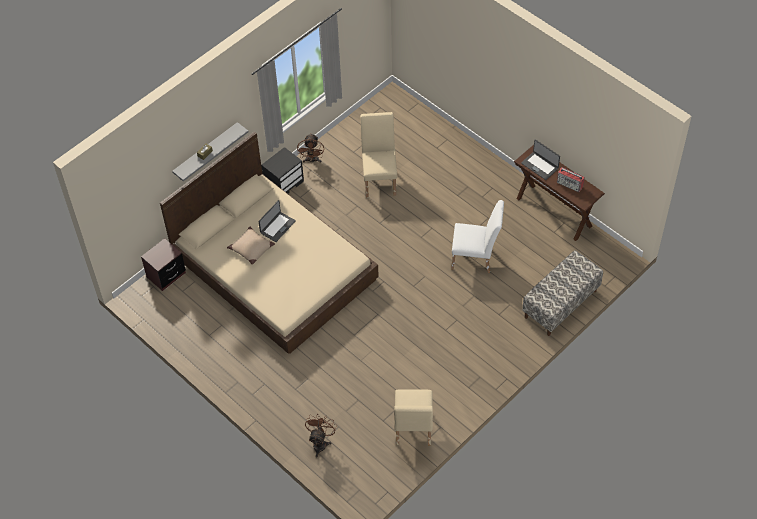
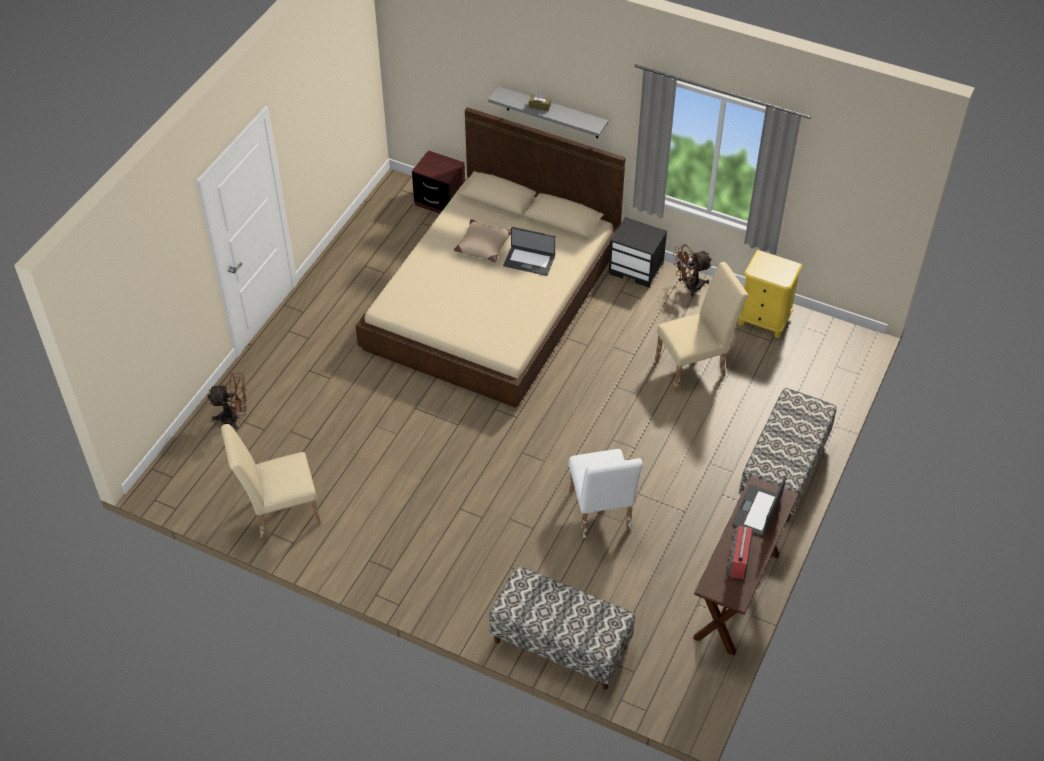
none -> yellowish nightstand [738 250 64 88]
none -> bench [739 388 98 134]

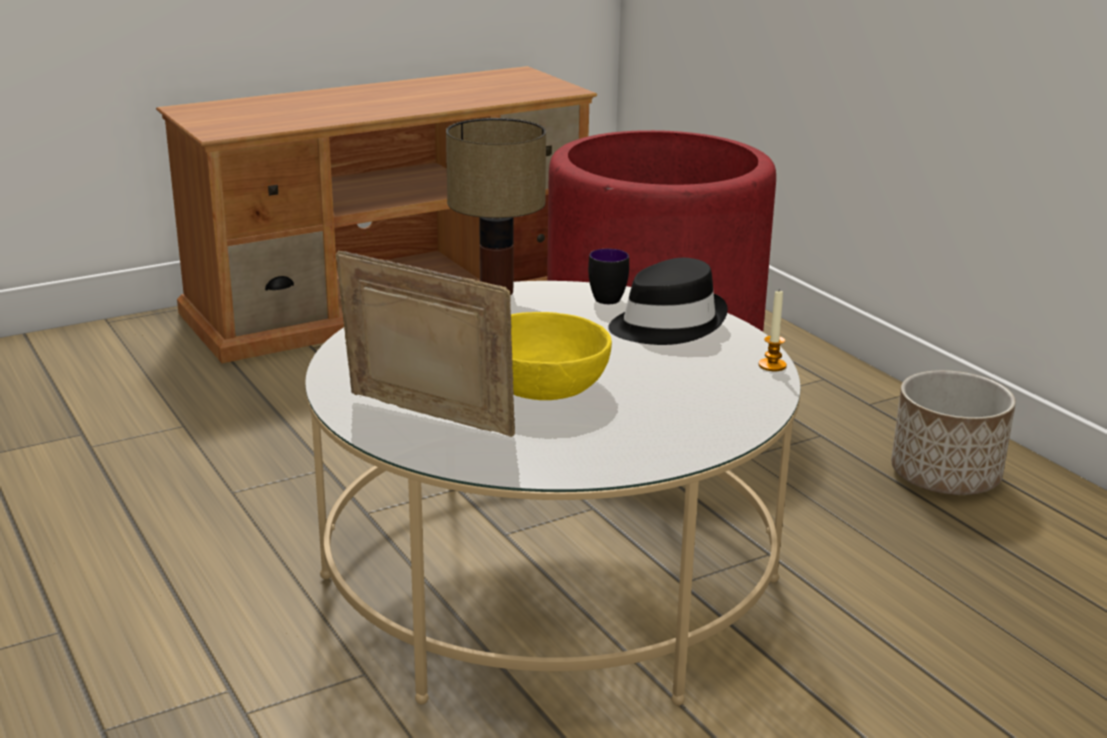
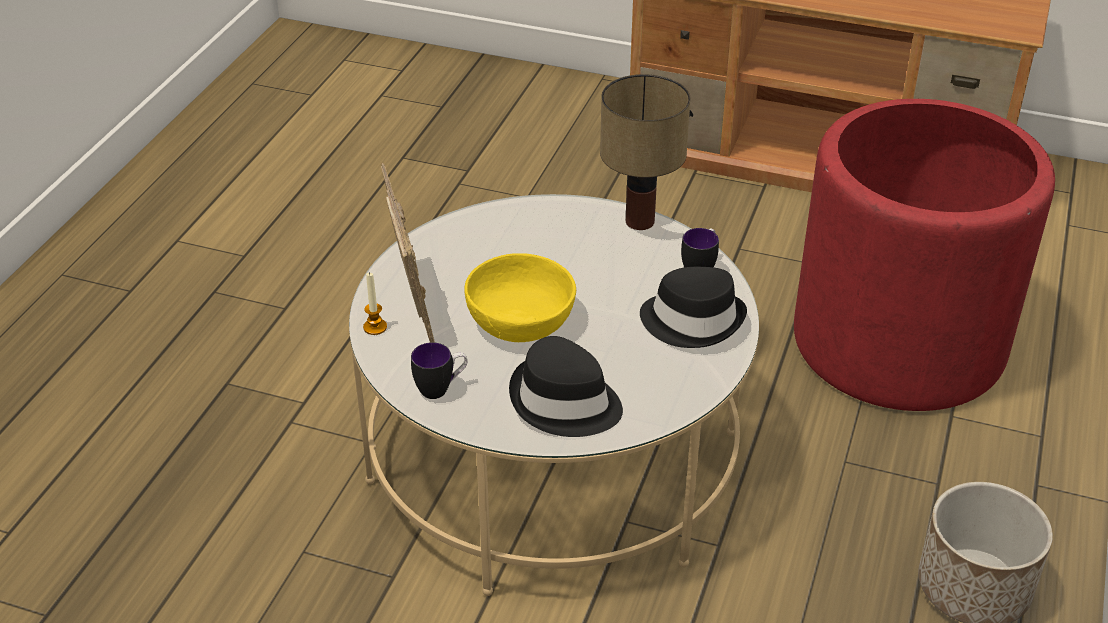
wax light [759 291 28 80] -> wax light [363 272 24 63], shifted
none -> mug [411 342 57 57]
none -> black-coloured wearable hat [509 336 114 101]

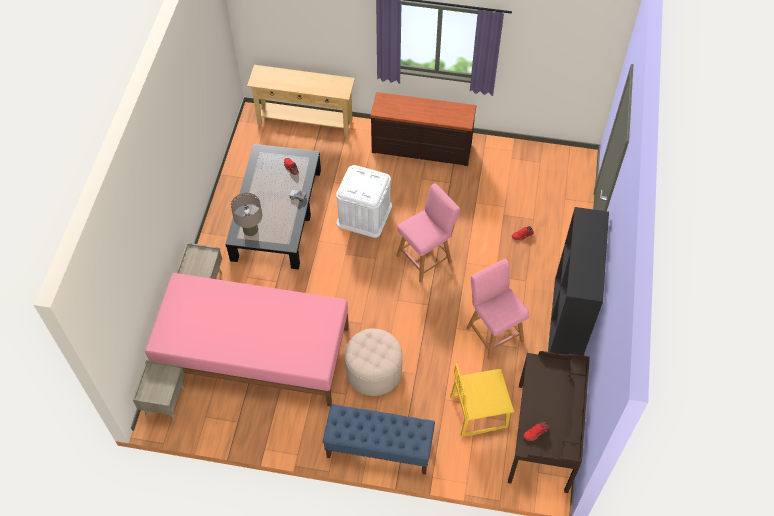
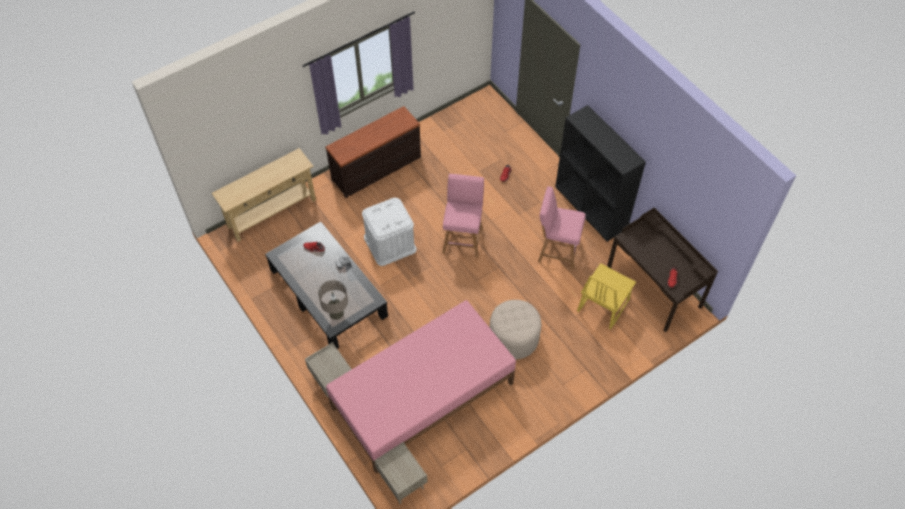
blue-coloured bench [323 404 112 71] -> none

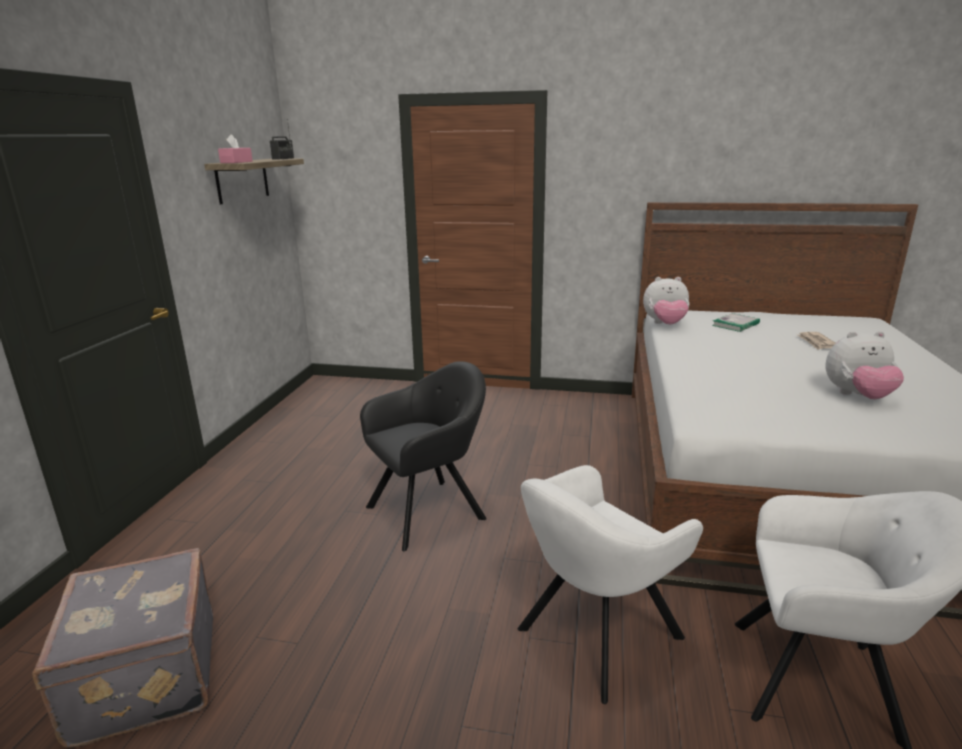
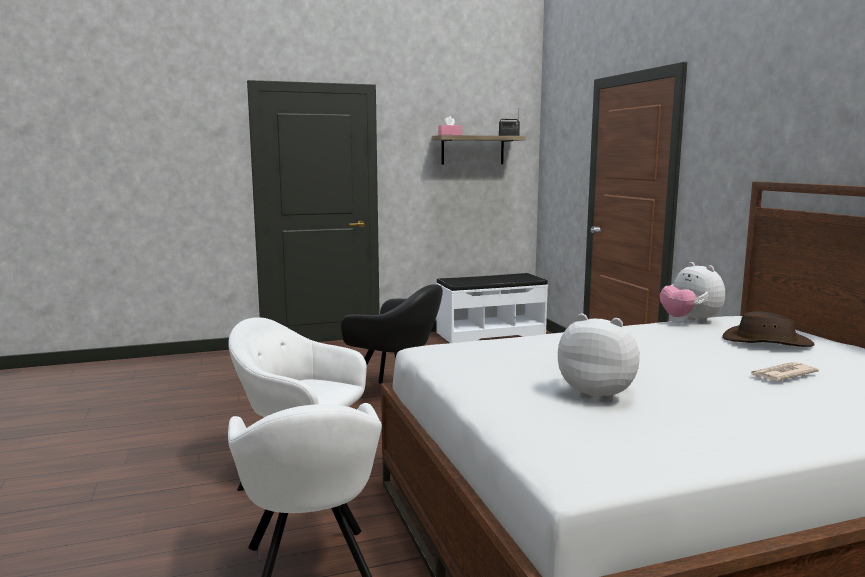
none -> whitish bench [436 273 112 70]
soft toy [825 331 79 68] -> soft toy [558 314 82 88], 150 degrees clockwise
bound book [712 313 48 19] -> brown wearable hat [722 311 93 36]
greyish piece of luggage [32 548 181 200] -> none

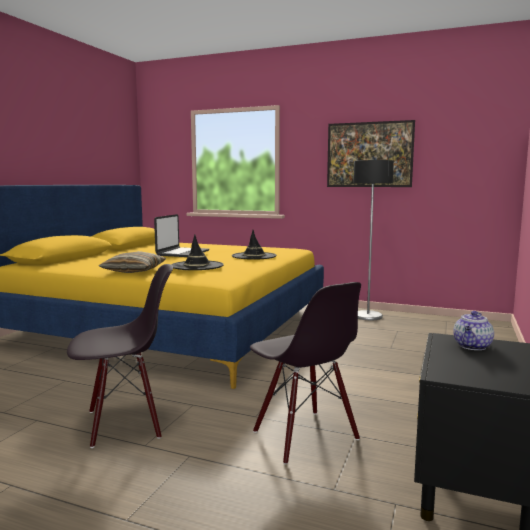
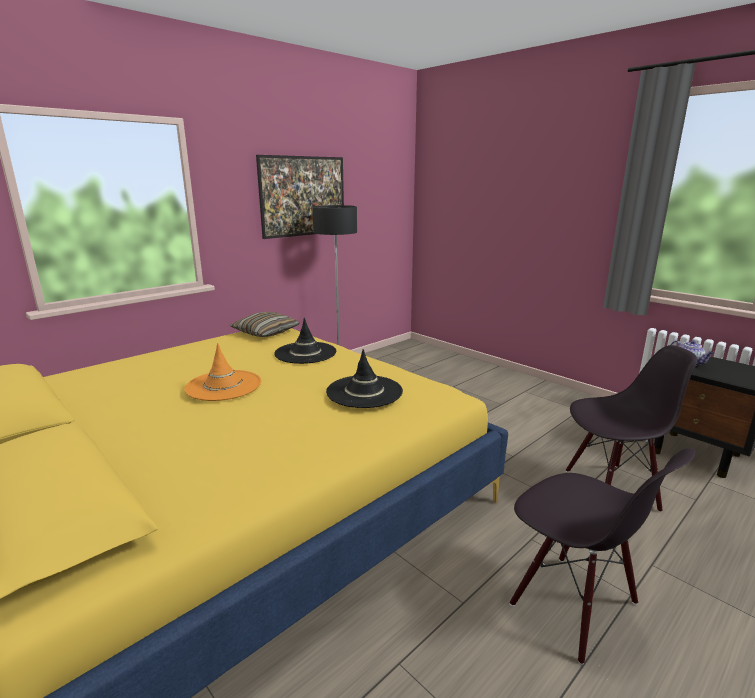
notebook computer [154 214 55 43] -> orange wearable hat [184 343 77 58]
cushion [99 251 67 22] -> cushion [230 312 70 25], shifted
black-coloured upright chair [67 264 106 184] -> black-coloured upright chair [510 448 185 217], 135 degrees clockwise

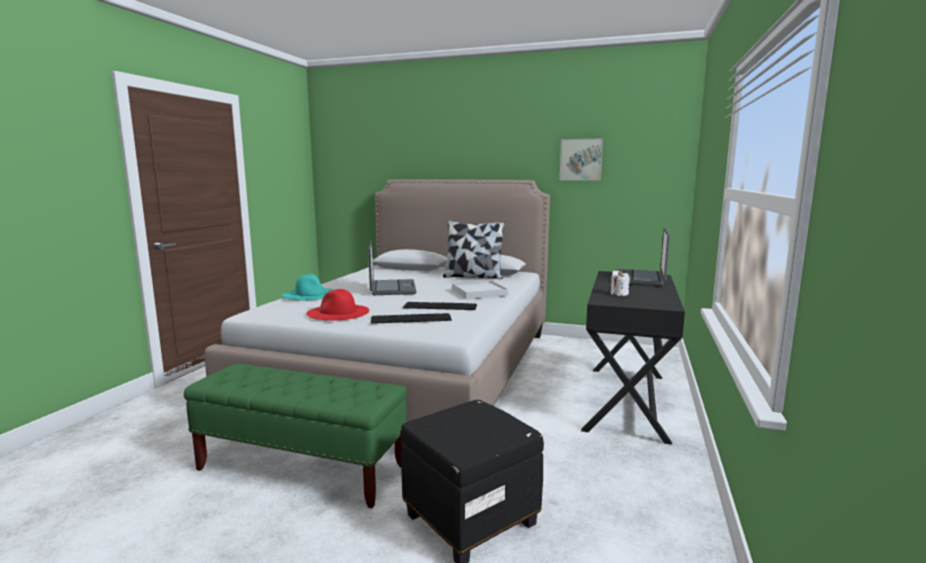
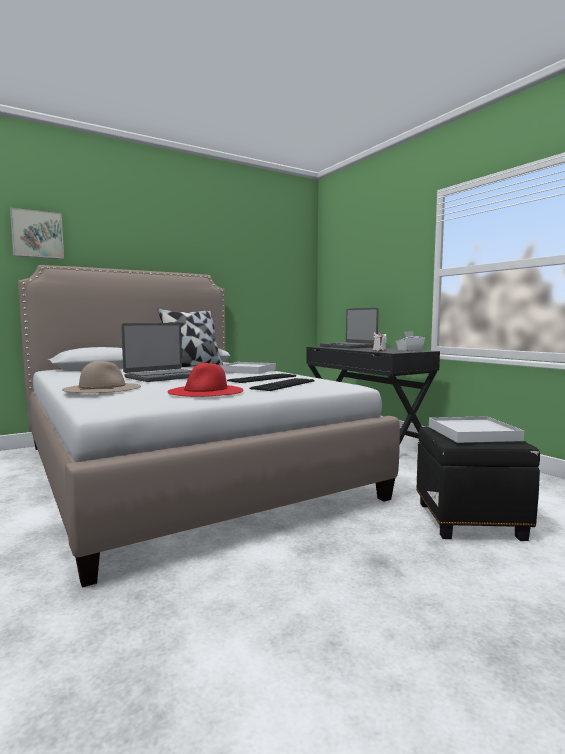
wall picture [560 138 43 42] -> wall picture [10 208 54 51], shifted
turquoise-coloured wearable hat [282 274 52 27] -> sand-coloured wearable hat [62 361 79 32]
notebook computer [368 240 48 55] -> notebook computer [121 323 71 59], 105 degrees clockwise
none -> whitish tissue holder [396 331 29 21]
none -> whitish carrying tray [429 416 95 27]
green bench [184 364 223 144] -> none

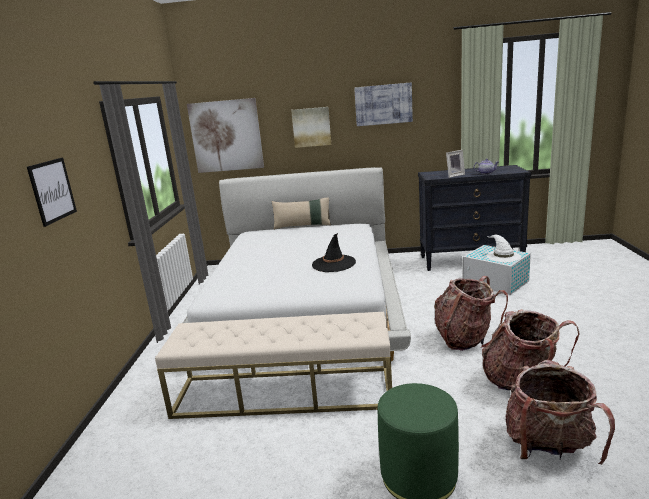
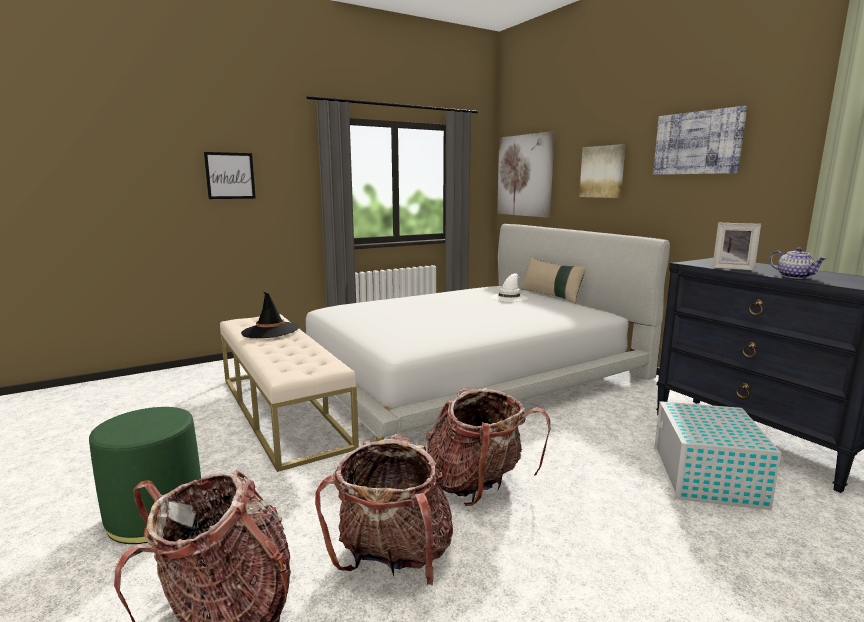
black-coloured wearable hat [312 233 44 39] -> black-coloured wearable hat [241 292 59 46], shifted
whitish wearable hat [486 235 35 27] -> whitish wearable hat [491 273 37 29], shifted

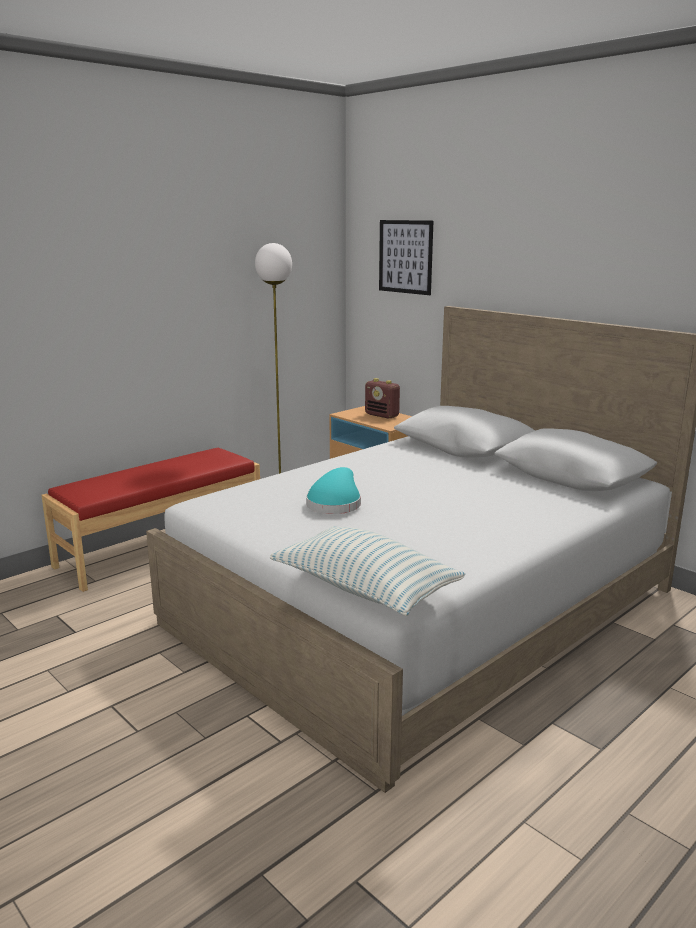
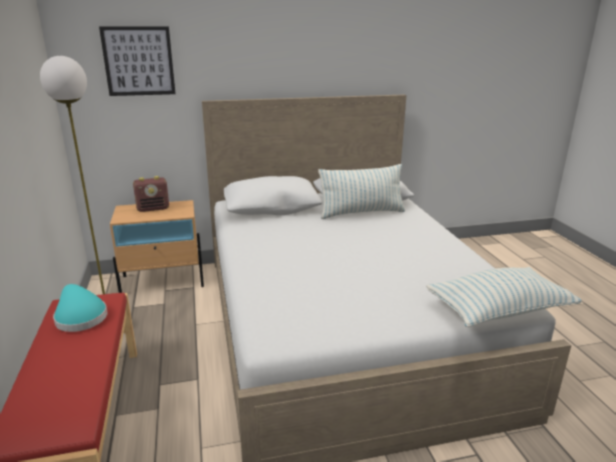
turquoise-coloured wearable hat [306 467 55 47] -> turquoise-coloured wearable hat [53 284 54 48], shifted
none -> cushion [318 164 87 55]

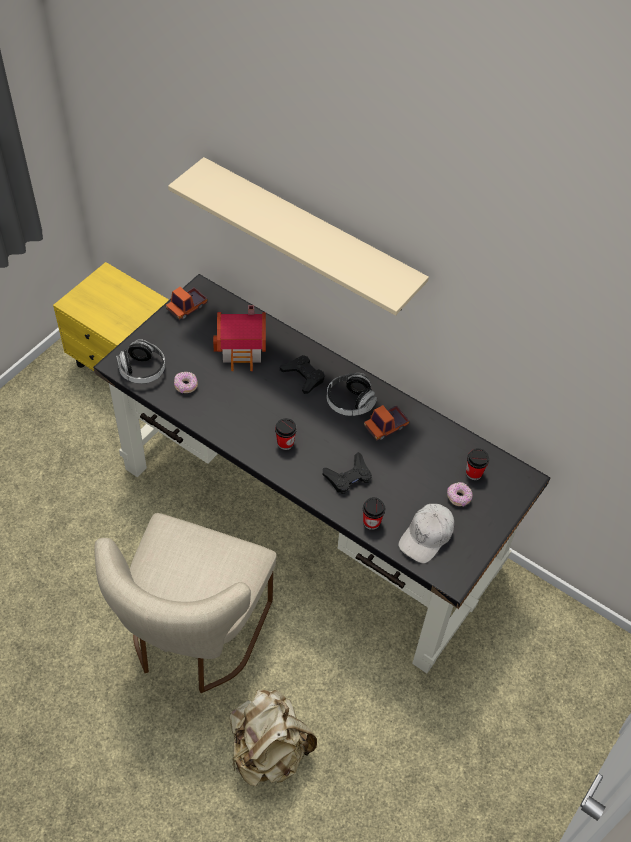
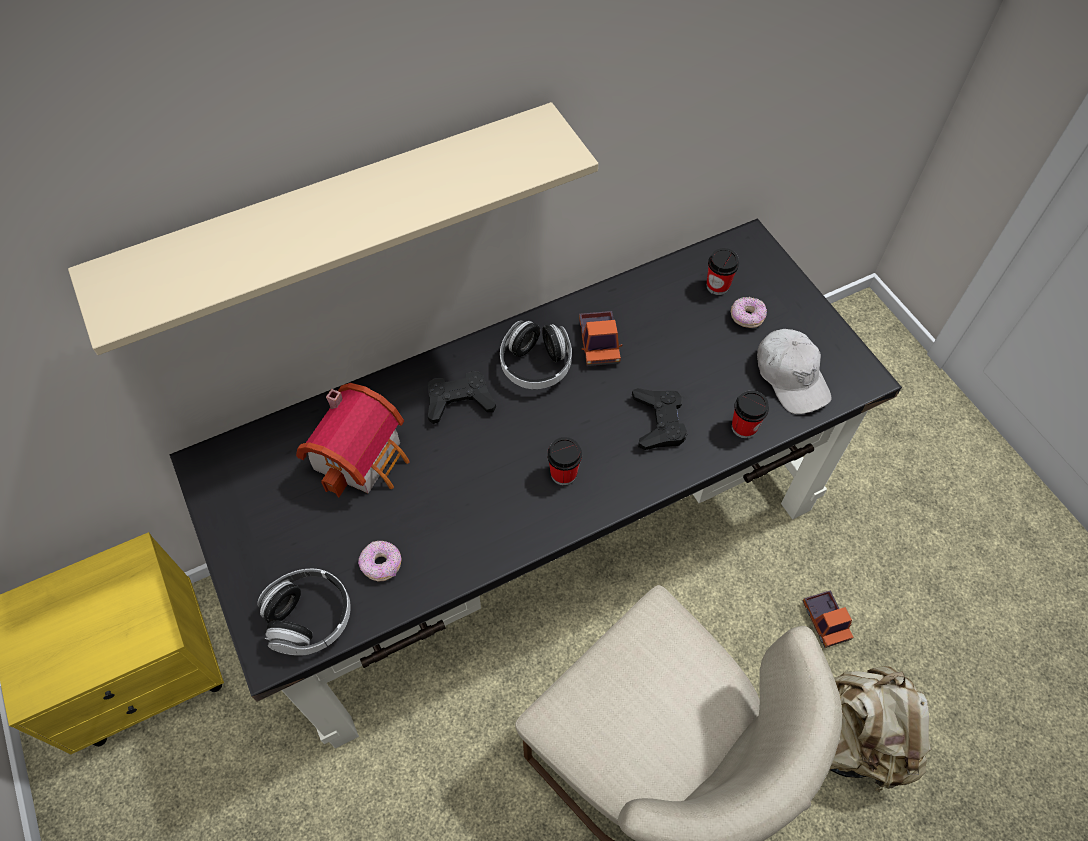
toy truck [166 287 42 33] -> toy truck [803 590 50 58], shifted

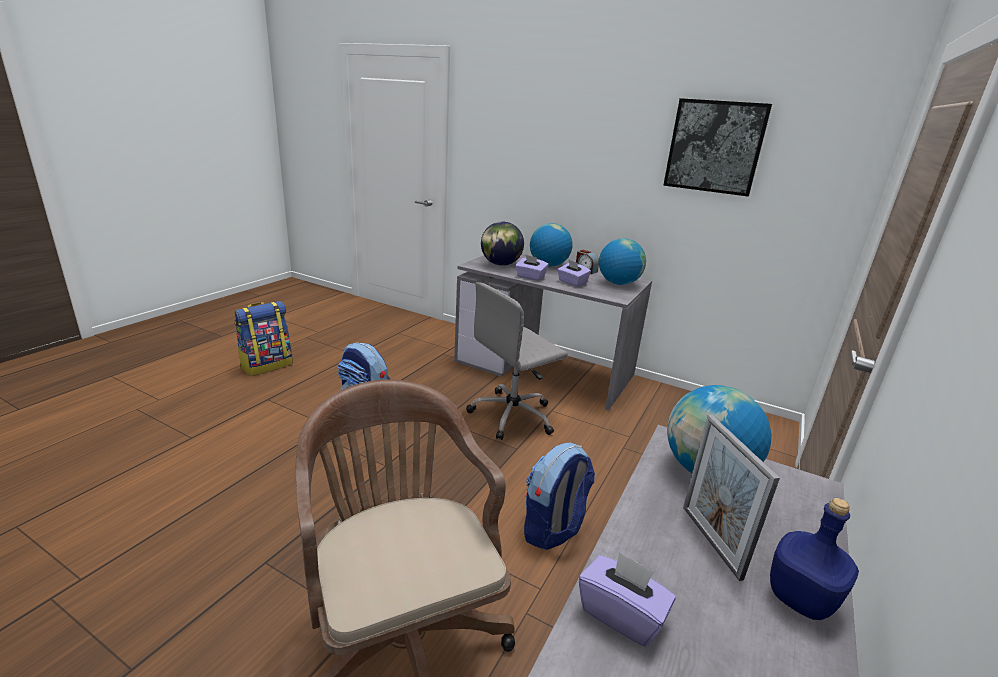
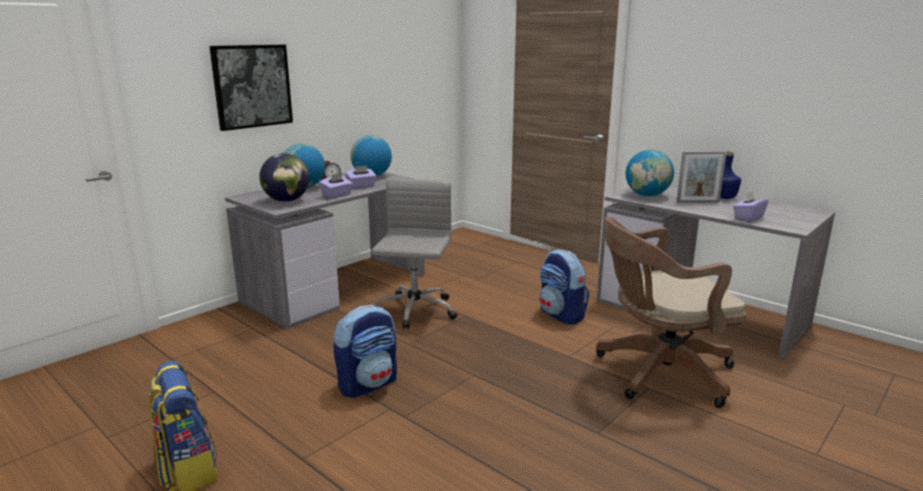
wall picture [663 98 109 99] -> wall picture [209 45 84 86], shifted
greyish office chair [466 282 102 158] -> greyish office chair [372 179 85 150], 150 degrees counterclockwise

